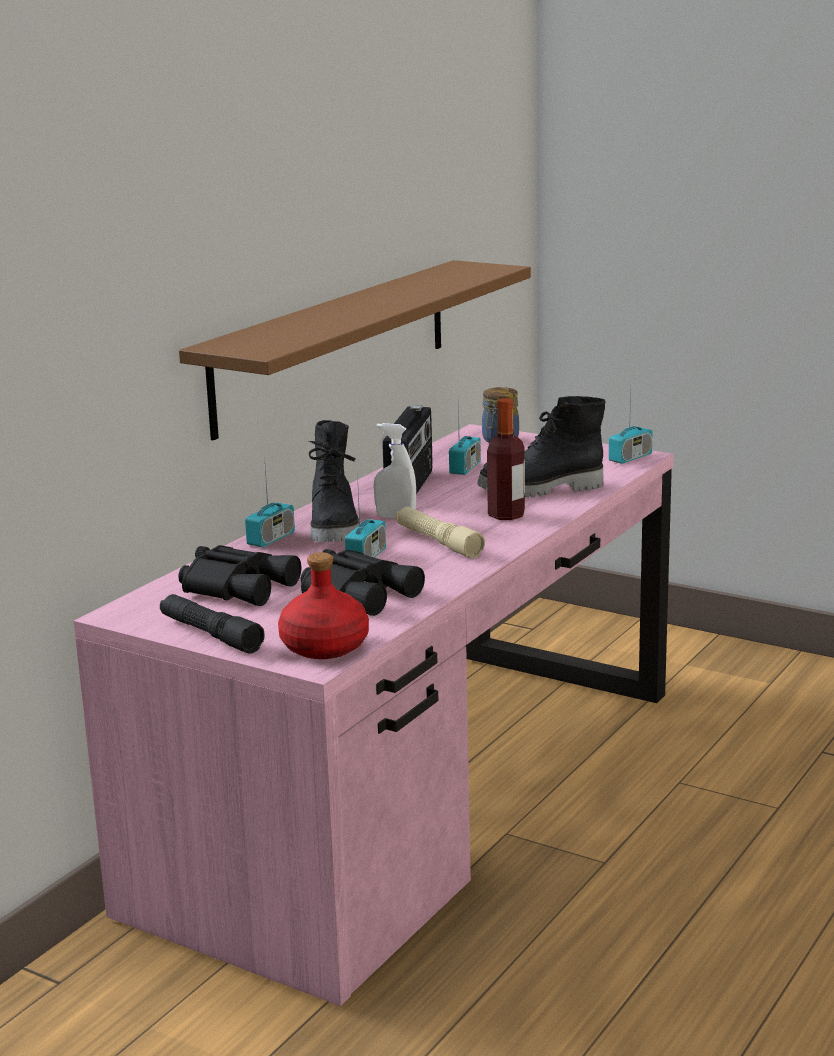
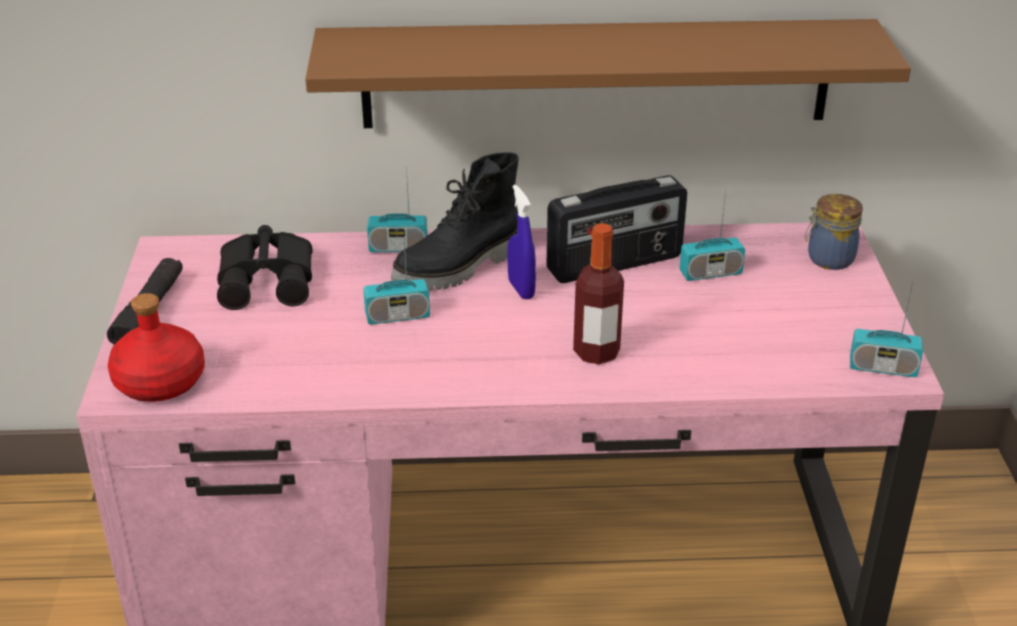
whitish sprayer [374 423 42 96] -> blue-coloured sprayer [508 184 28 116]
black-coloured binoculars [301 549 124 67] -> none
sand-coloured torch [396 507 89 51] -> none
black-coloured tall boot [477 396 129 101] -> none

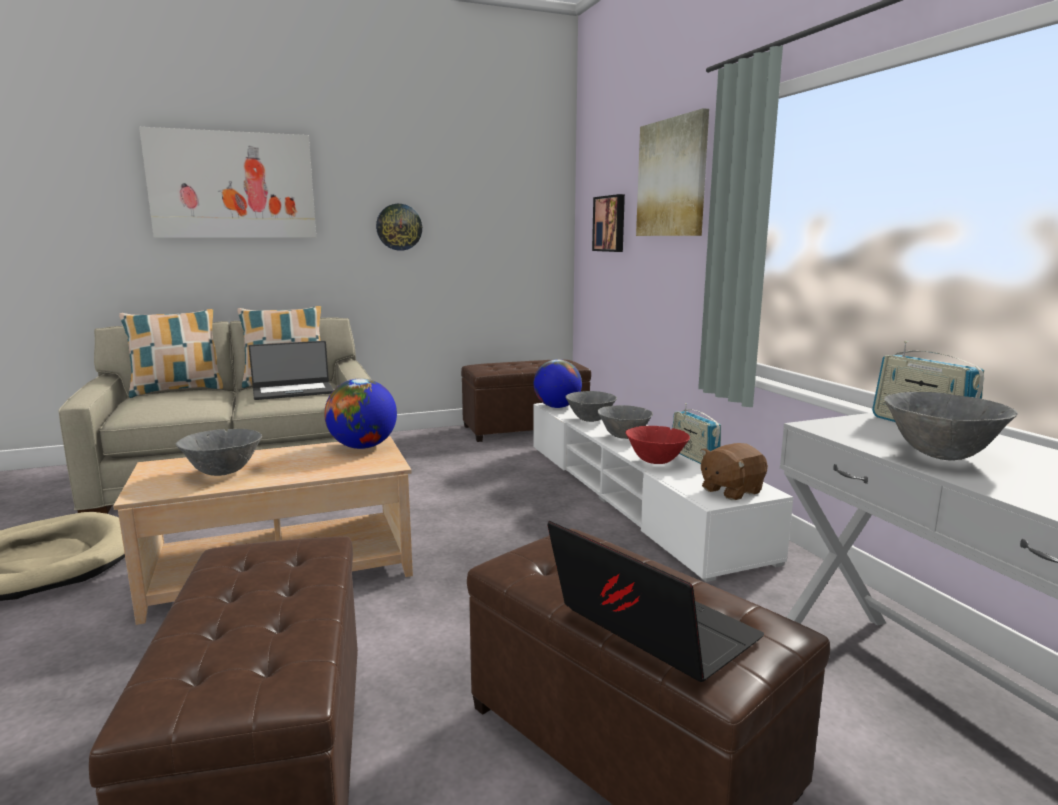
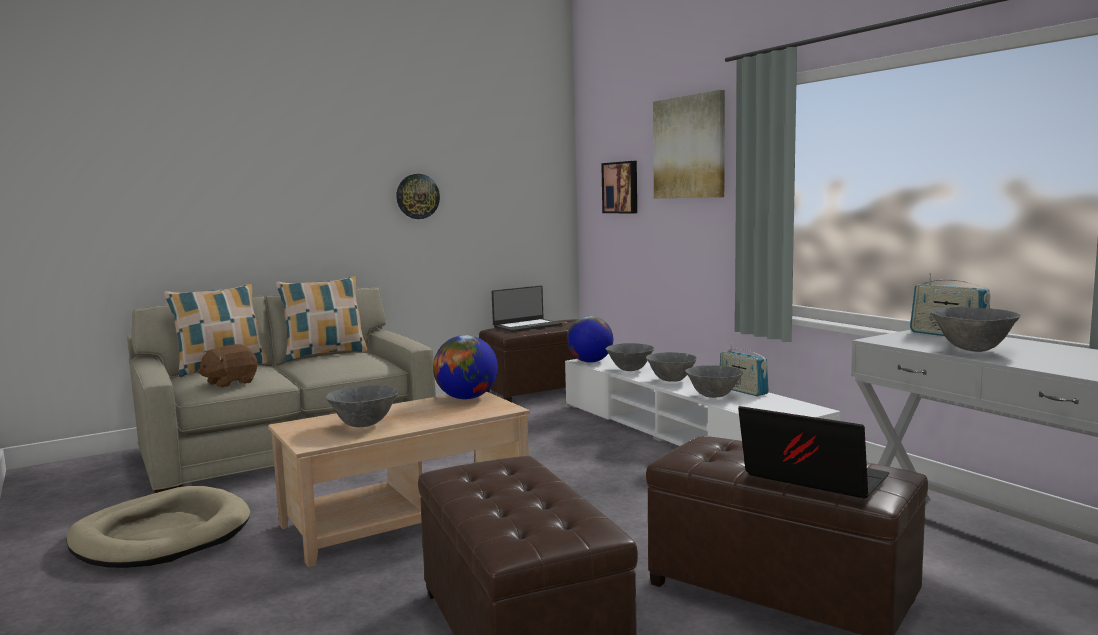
brown soft toy [700 443 68 57] -> brown soft toy [198 344 60 44], shifted
notebook computer [249 341 85 59] -> notebook computer [491 285 71 47], shifted
red deep dish [625 426 65 38] -> greyish deep dish [685 365 58 33]
wall picture [139 127 177 111] -> none

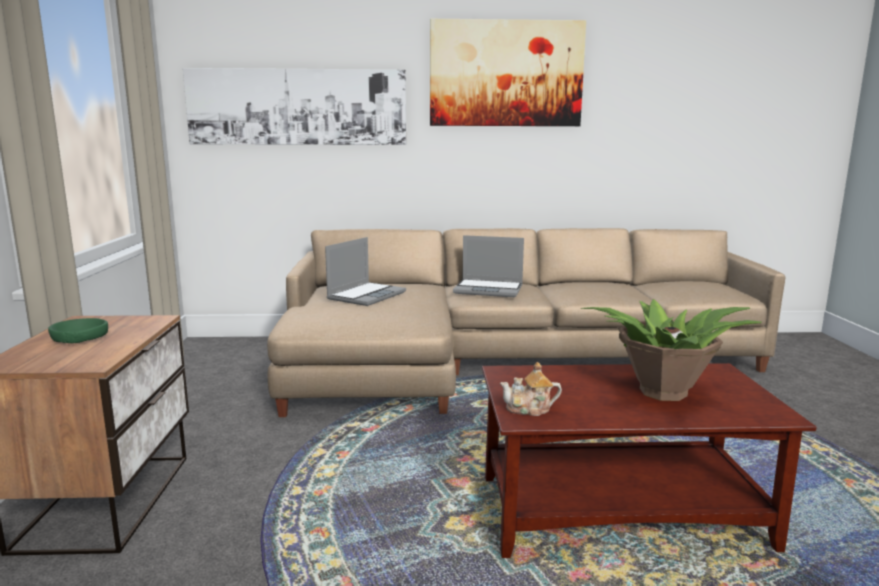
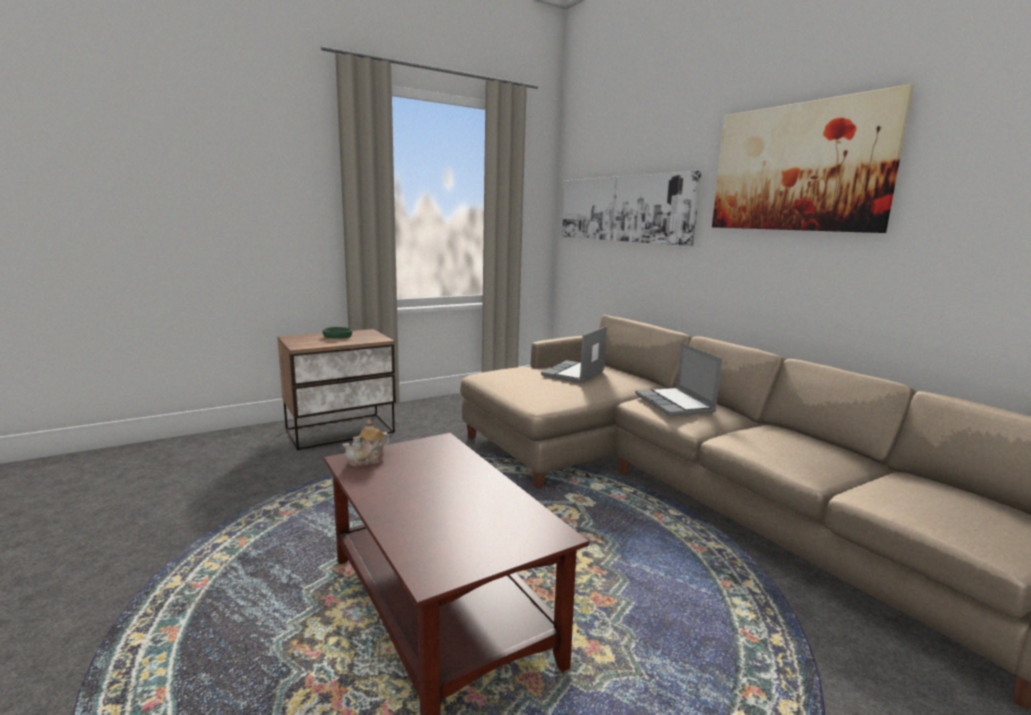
teapot [500 362 62 54] -> teapot [343 420 46 47], 105 degrees counterclockwise
notebook computer [325 237 81 69] -> notebook computer [541 326 66 57], 120 degrees clockwise
houseplant [581 299 180 102] -> none

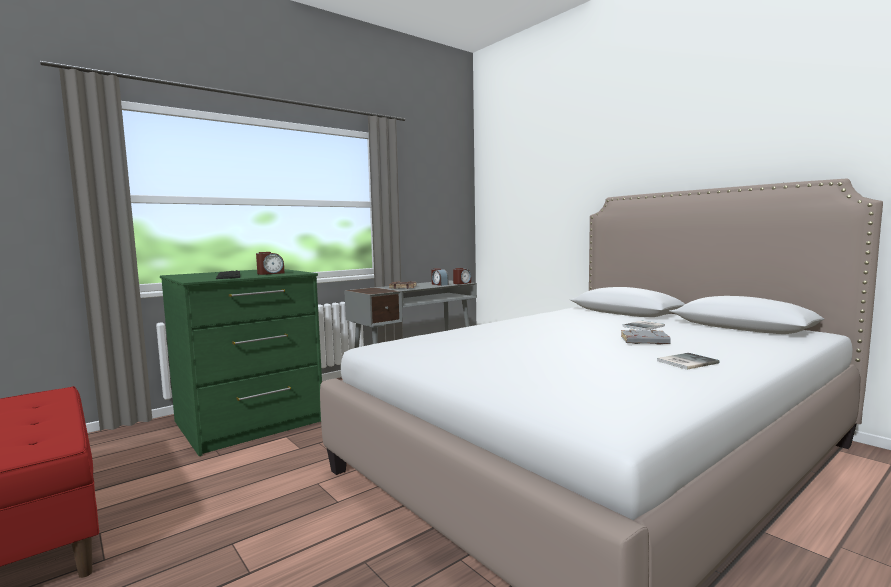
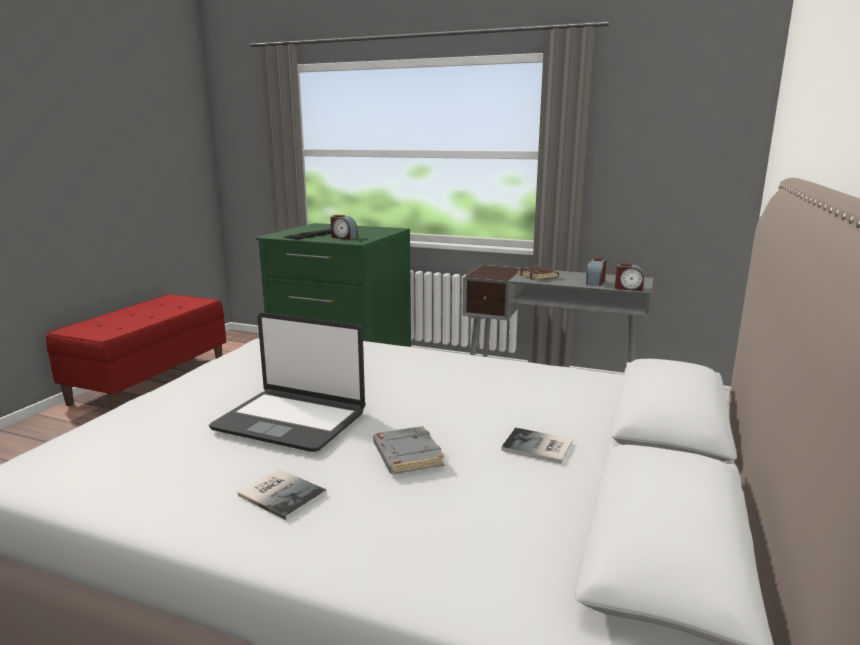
none -> notebook computer [209 313 156 139]

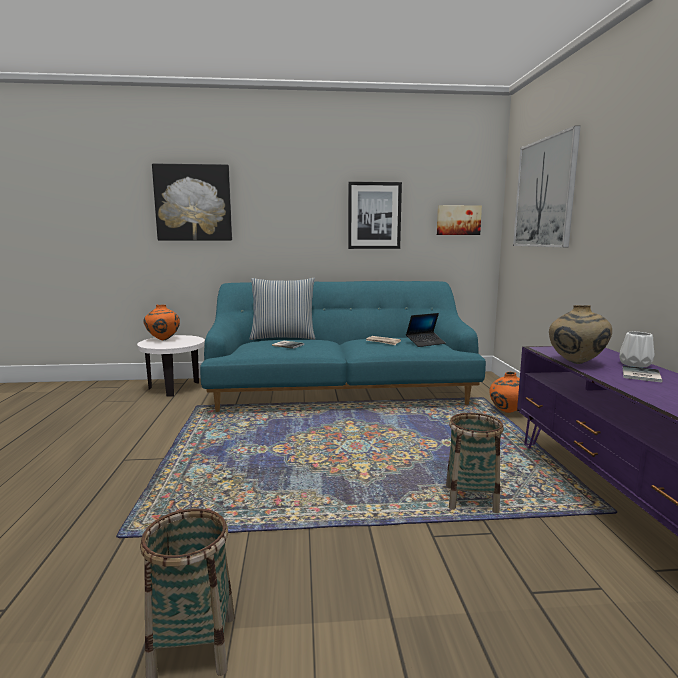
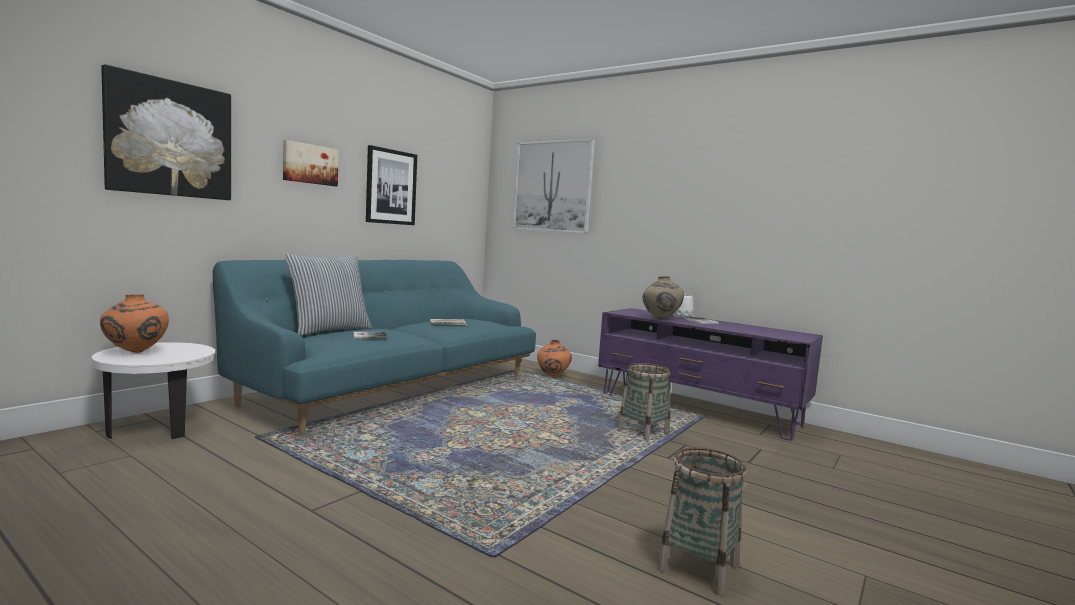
wall picture [437 205 45 30] -> wall picture [283 140 56 46], shifted
notebook computer [406 313 40 34] -> none

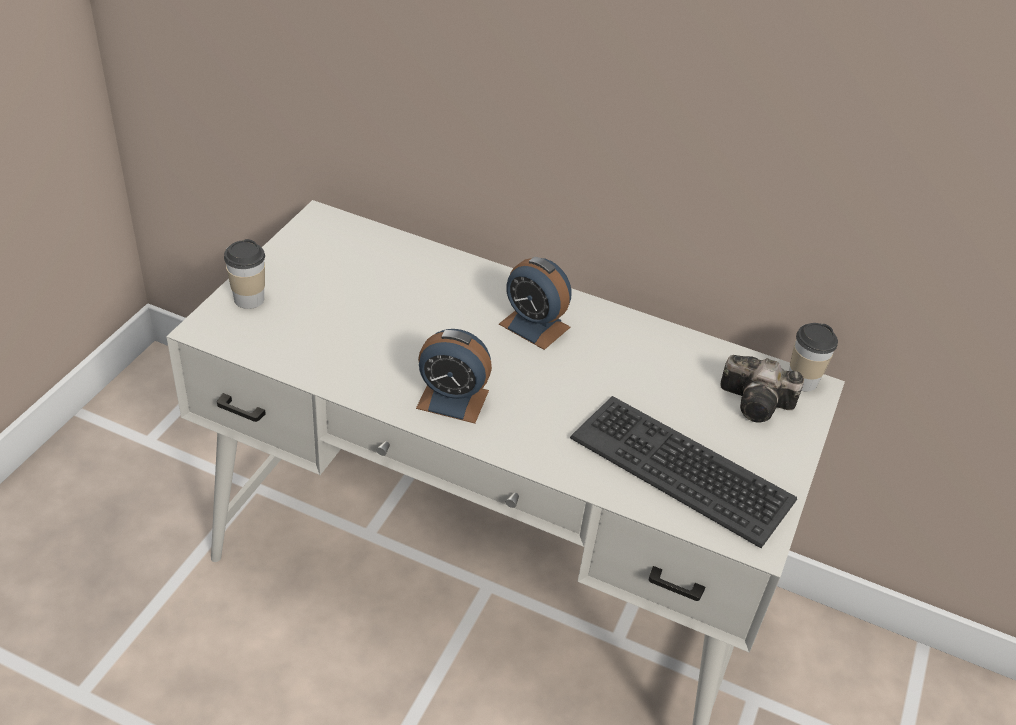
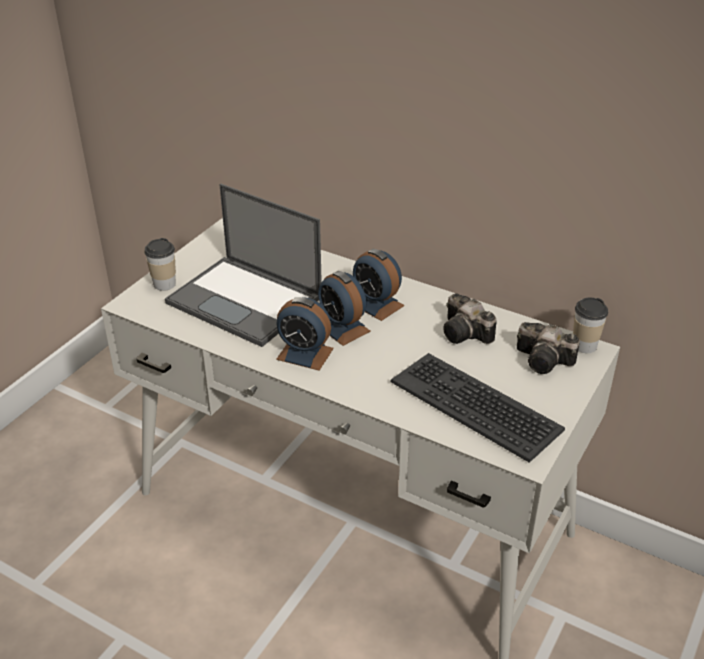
none -> notebook computer [165 183 157 164]
none -> alarm clock [318 271 53 75]
none -> photo camera [443 293 54 51]

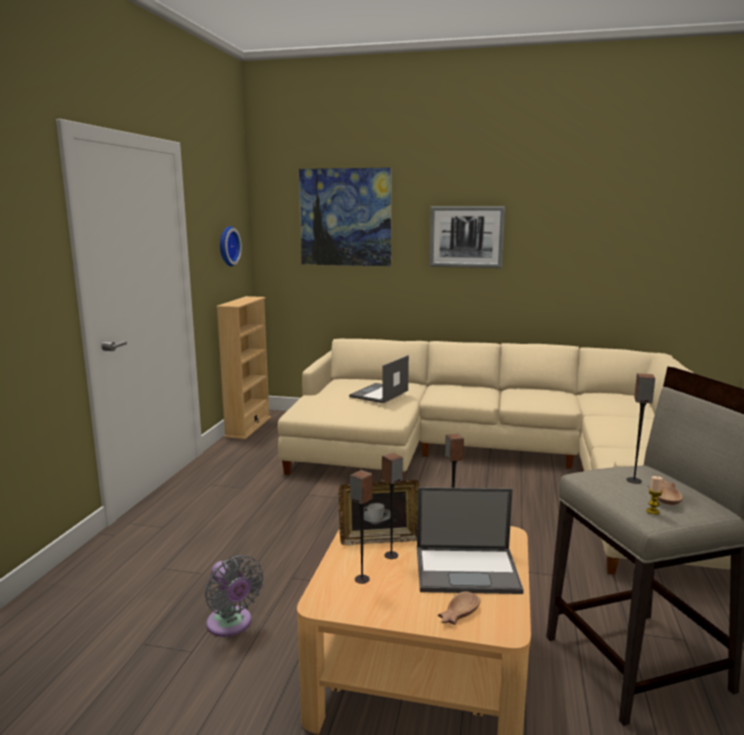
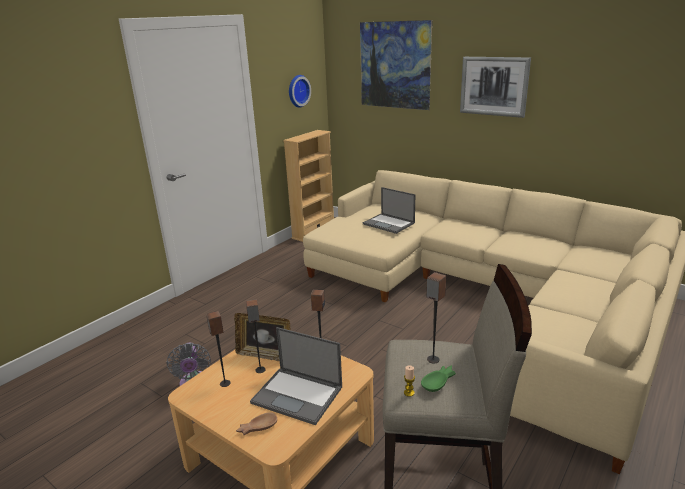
notebook computer [349 355 60 48] -> notebook computer [363 187 52 47], 105 degrees counterclockwise
brown deep dish [658 479 25 26] -> green deep dish [421 365 35 27]

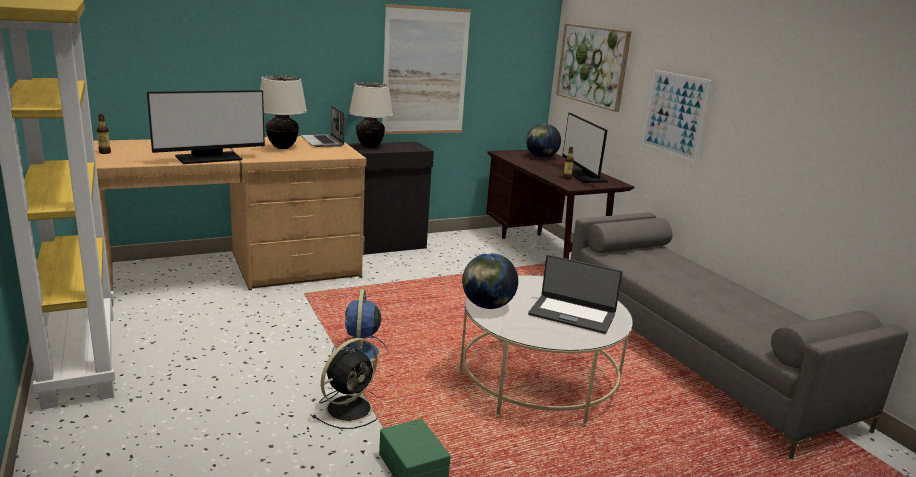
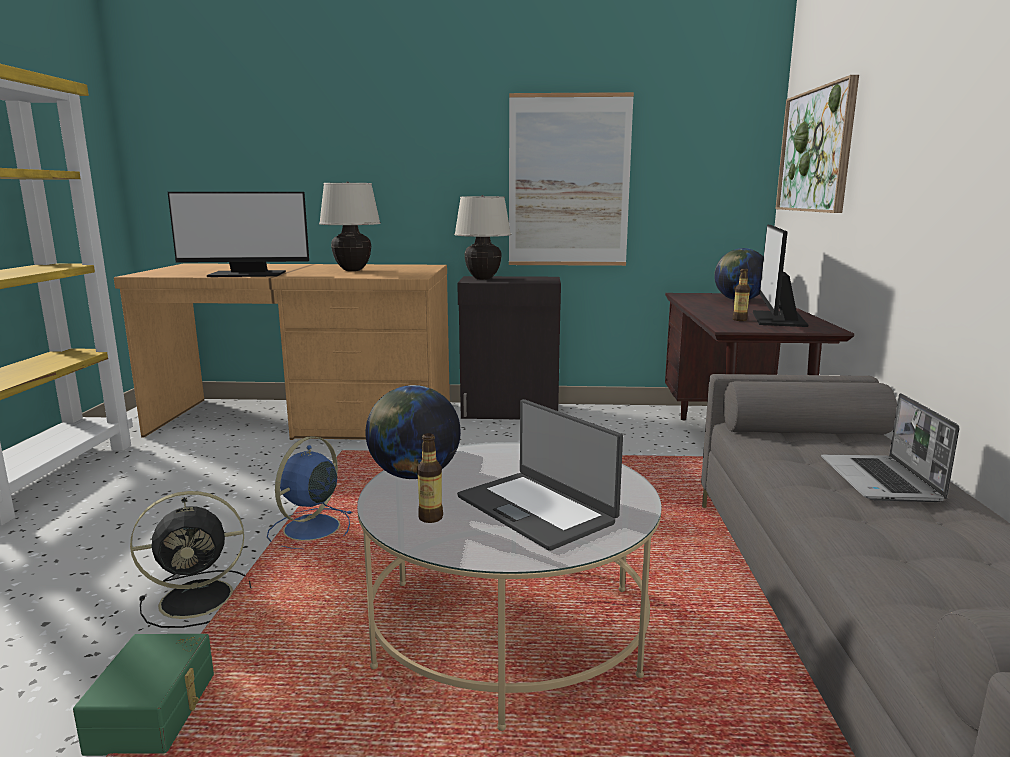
beverage bottle [96 114 15 40] -> beverage bottle [417 433 26 90], shifted
notebook computer [301 105 44 42] -> notebook computer [821 393 138 109], shifted
wall picture [641 70 71 93] -> none

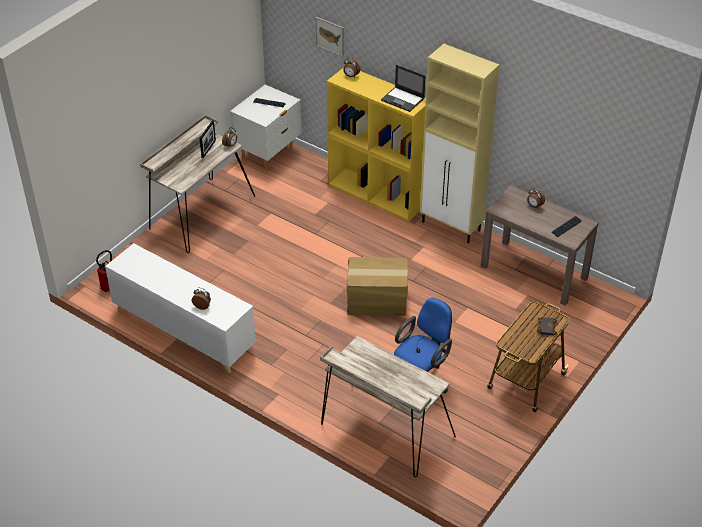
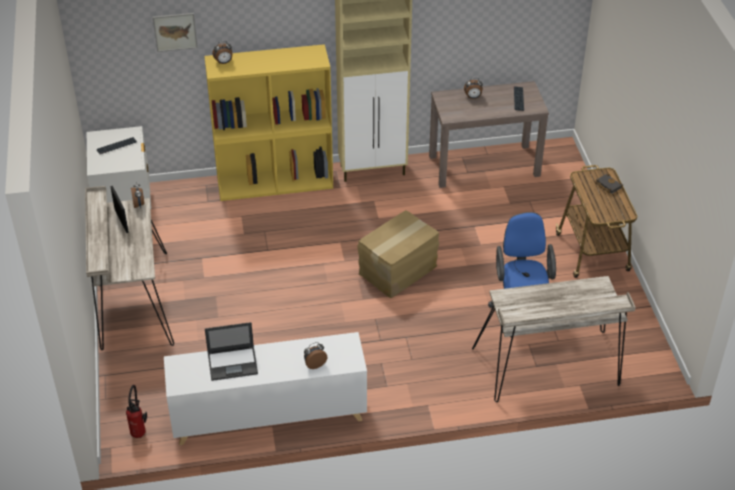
notebook computer [381 65 45 47] -> notebook computer [205 322 53 59], shifted

